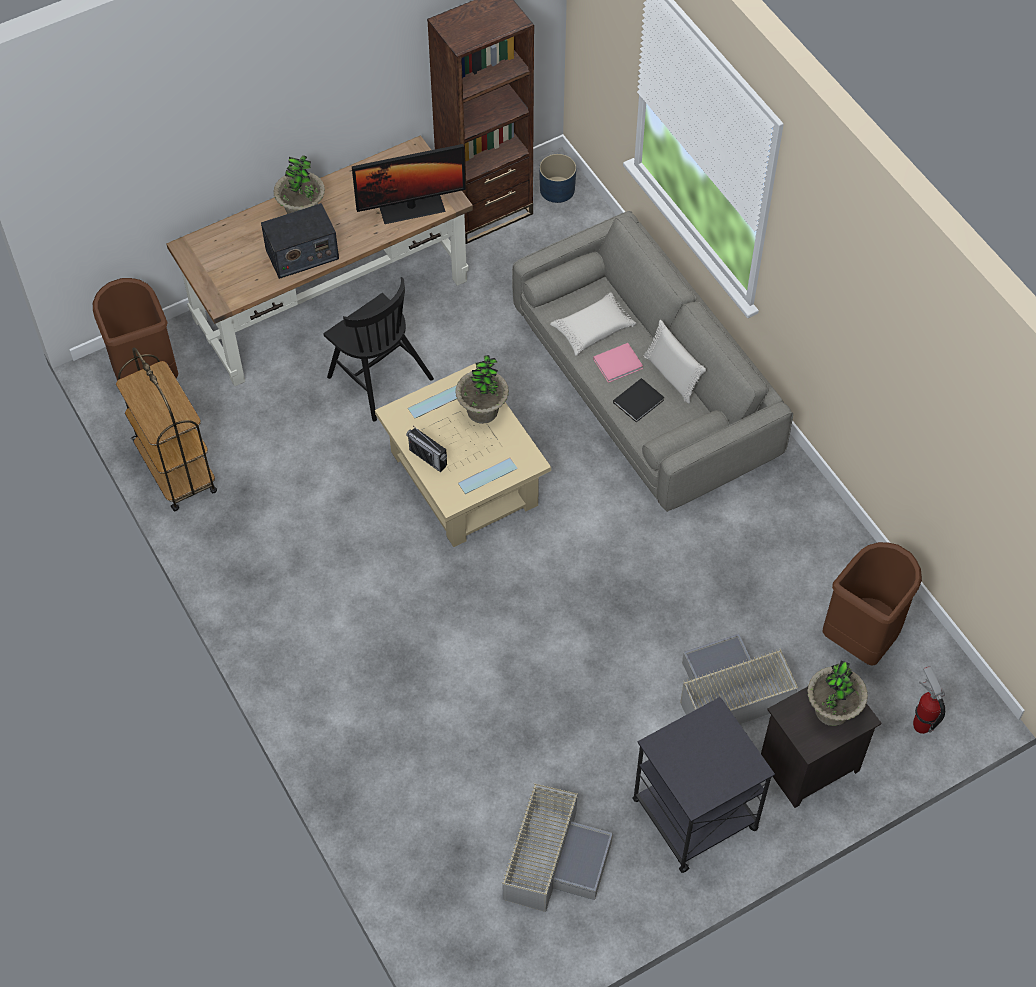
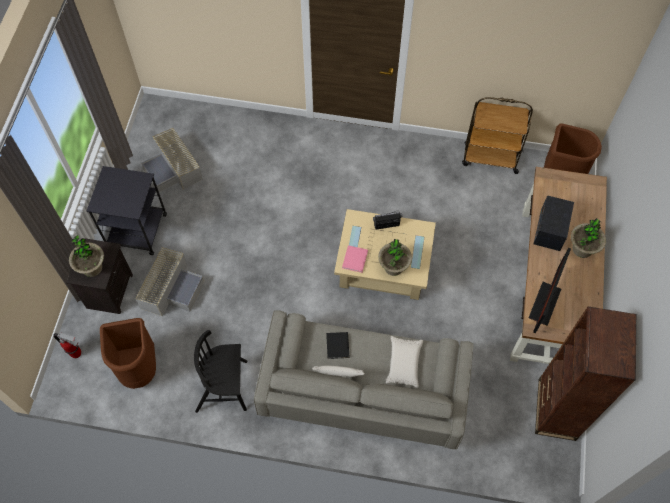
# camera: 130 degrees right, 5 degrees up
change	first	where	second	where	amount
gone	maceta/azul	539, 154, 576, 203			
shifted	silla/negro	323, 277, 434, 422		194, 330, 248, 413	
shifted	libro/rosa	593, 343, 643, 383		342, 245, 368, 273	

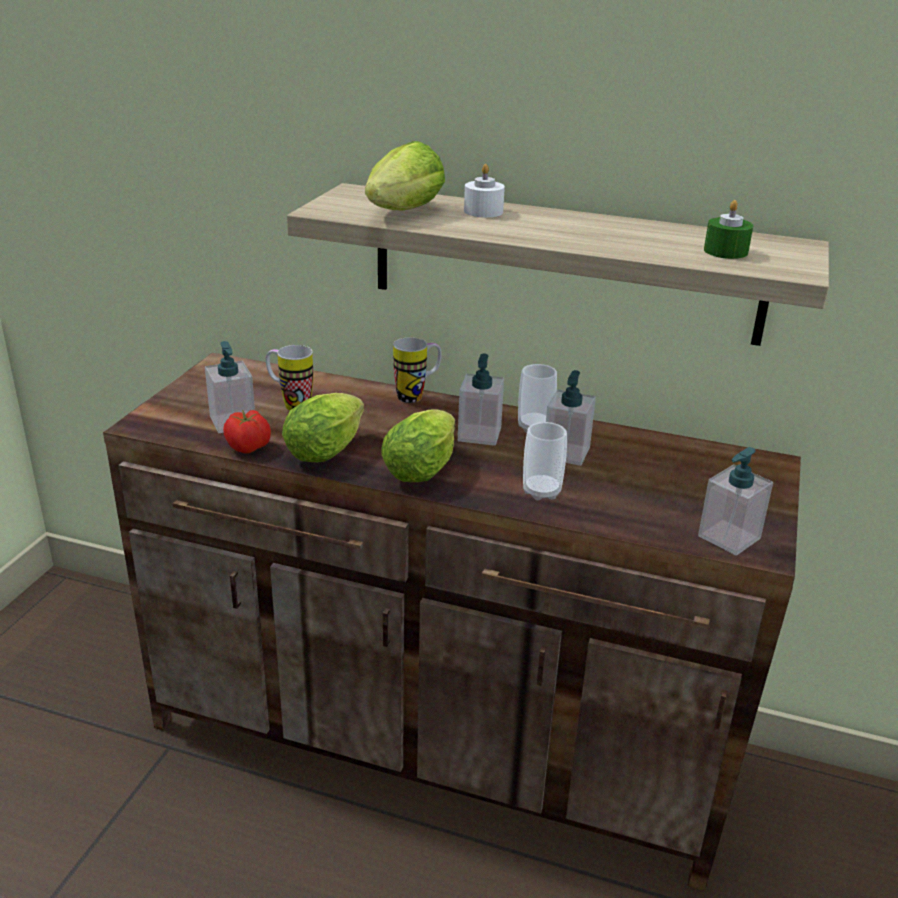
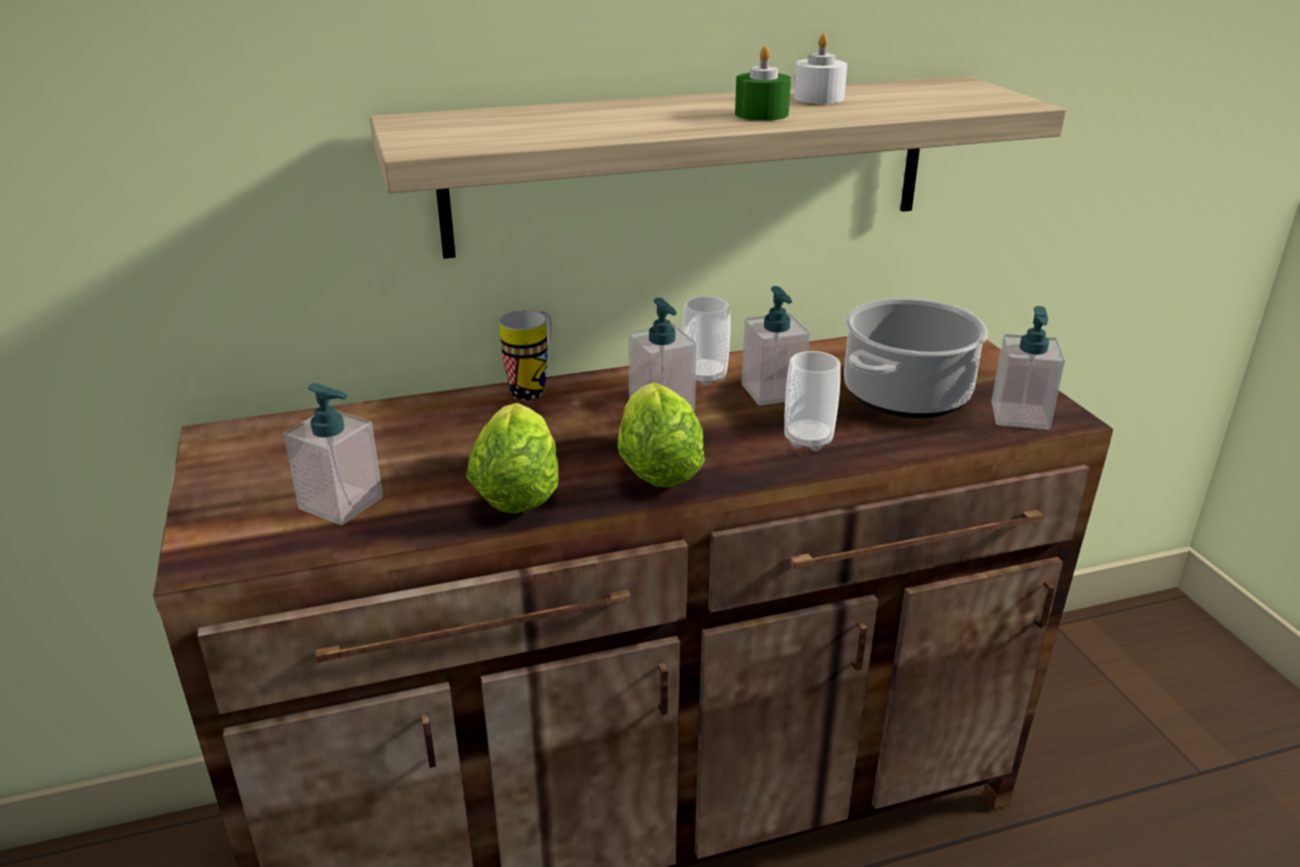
# camera: 35 degrees left, 0 degrees up
change	first	where	second	where	amount
gone	lechuga	365, 141, 445, 210			
shifted	vela/blanco	464, 164, 505, 217		793, 34, 847, 104	
shifted	vela/verde	704, 200, 753, 259		735, 46, 791, 121	
gone	taza grande	266, 345, 313, 411			
gone	tomate	223, 410, 271, 453			
new			olla	844, 298, 988, 418	

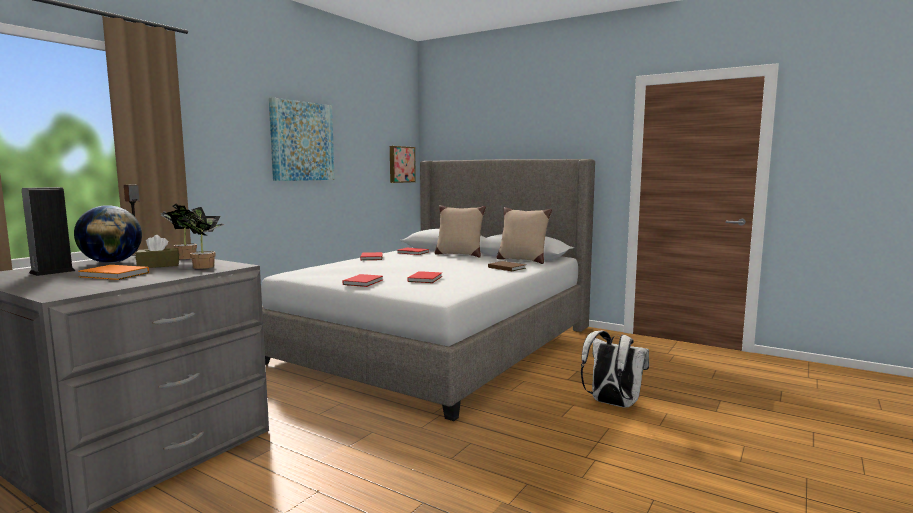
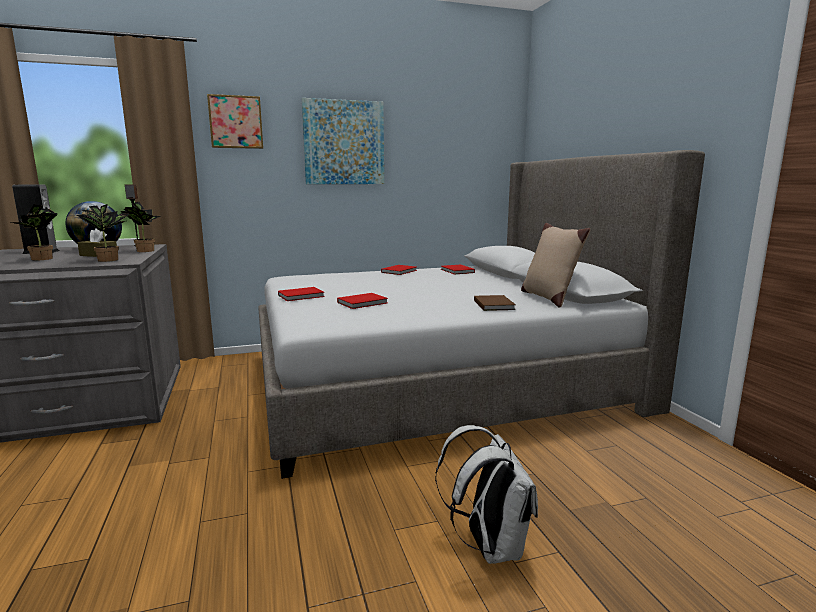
# camera: 40 degrees right, 5 degrees up
change	first	where	second	where	amount
shifted	cuadro	390, 146, 416, 183		207, 94, 263, 149	
gone	cojín/beis	434, 205, 486, 258			
swapped	libro/naranja	78, 265, 149, 280	planta en maceta	11, 204, 57, 260	

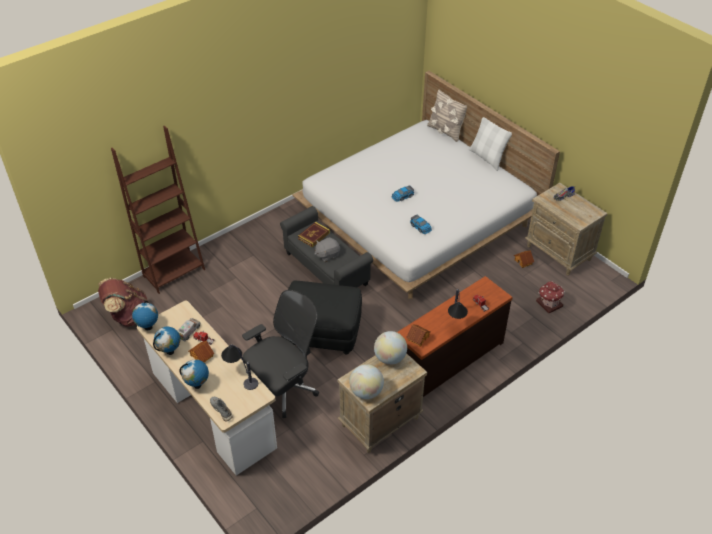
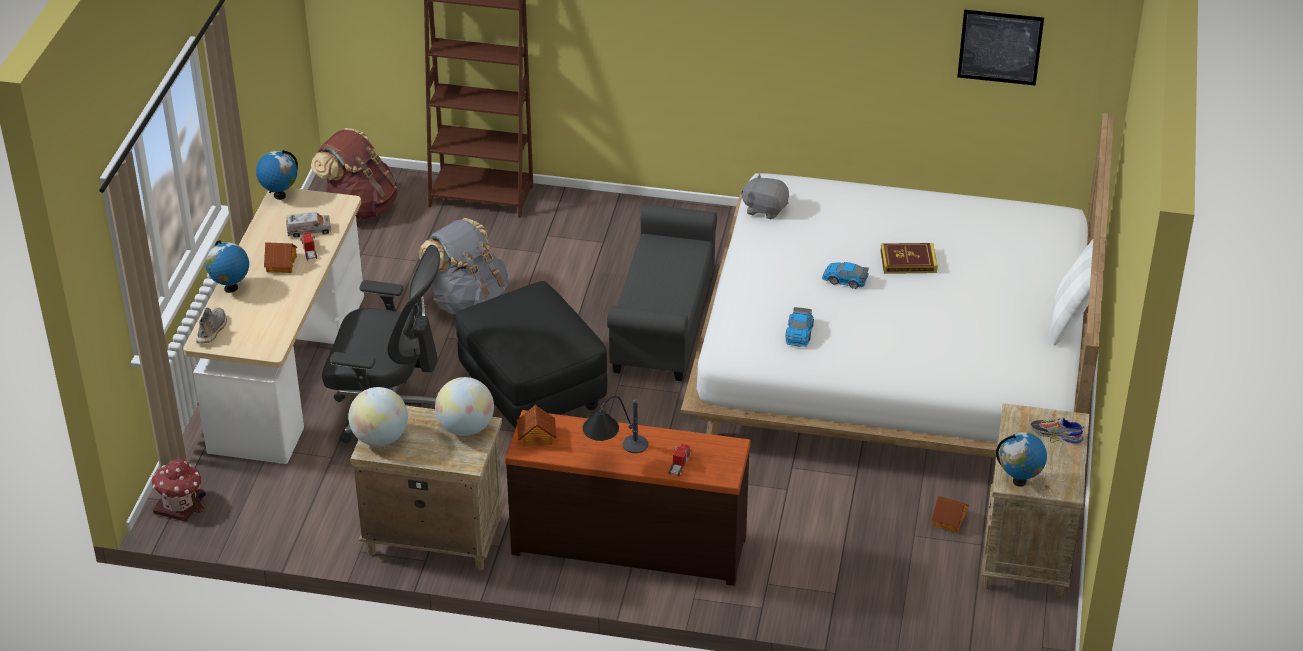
# camera: 50 degrees right, 5 degrees down
change	first	where	second	where	amount
gone	cojín/beis	427, 90, 467, 142			
shifted	libro	298, 222, 330, 247		880, 243, 937, 274	
shifted	peluche/gris	314, 237, 340, 262		740, 174, 789, 219	
shifted	casita	536, 282, 565, 313		151, 458, 206, 522	
shifted	globo terráqueo	153, 327, 180, 355		996, 432, 1047, 487	
gone	lámpara de mesa	221, 344, 258, 390			
new			cuadro	957, 10, 1044, 86	
new			mochila/gris	418, 218, 508, 315	

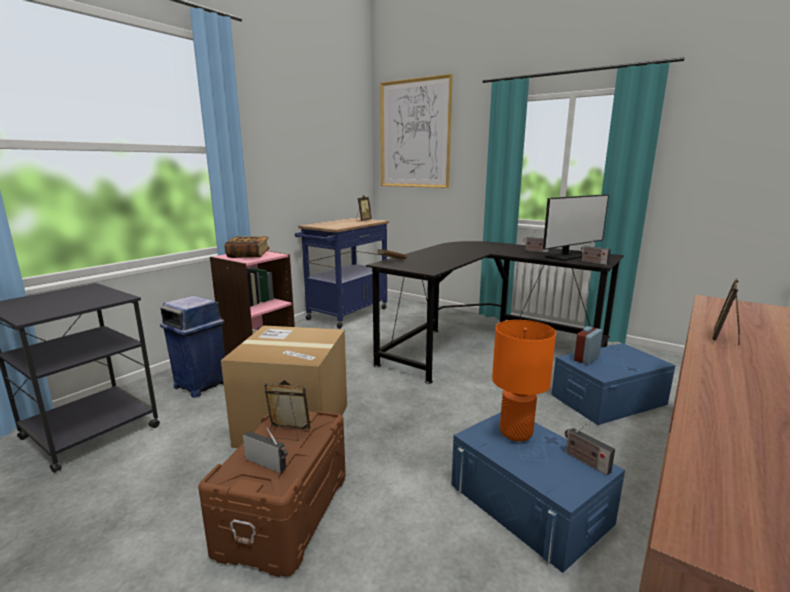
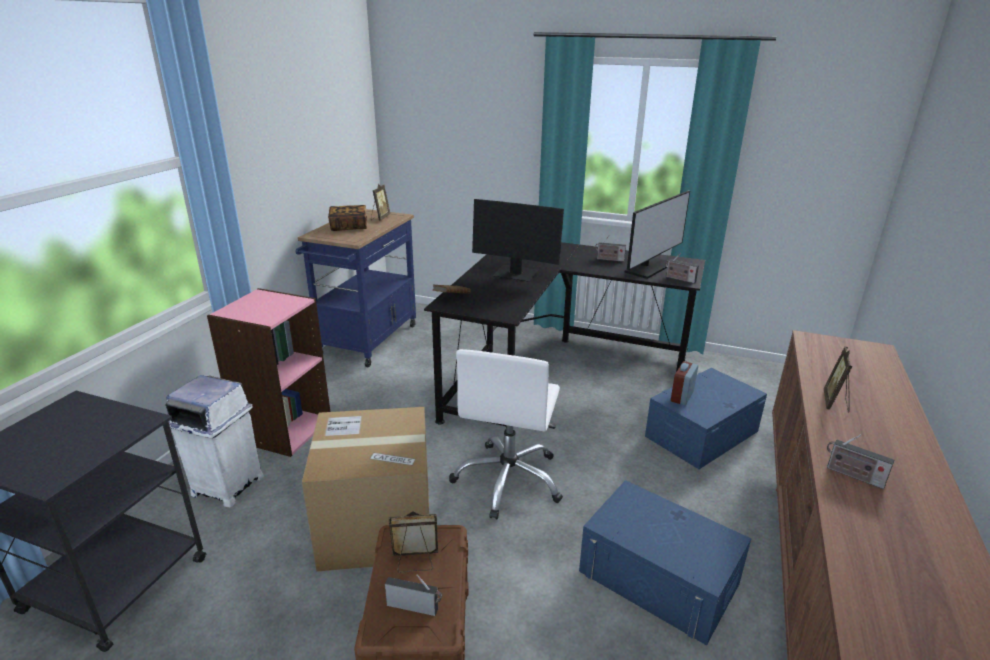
# camera: 15 degrees left, 10 degrees up
change	first	where	second	where	amount
gone	cuadro	380, 74, 453, 188			
shifted	libro	225, 236, 270, 258		328, 205, 367, 231	
repainted	papelera/azul	160, 296, 225, 398	papelera/blanco	165, 375, 264, 507	
gone	lámpara de mesa/naranja	492, 320, 556, 441			
shifted	radio	565, 423, 615, 475		827, 434, 894, 489	
new			monitor	472, 199, 564, 282	
new			silla de oficina/blanco	449, 349, 563, 519	

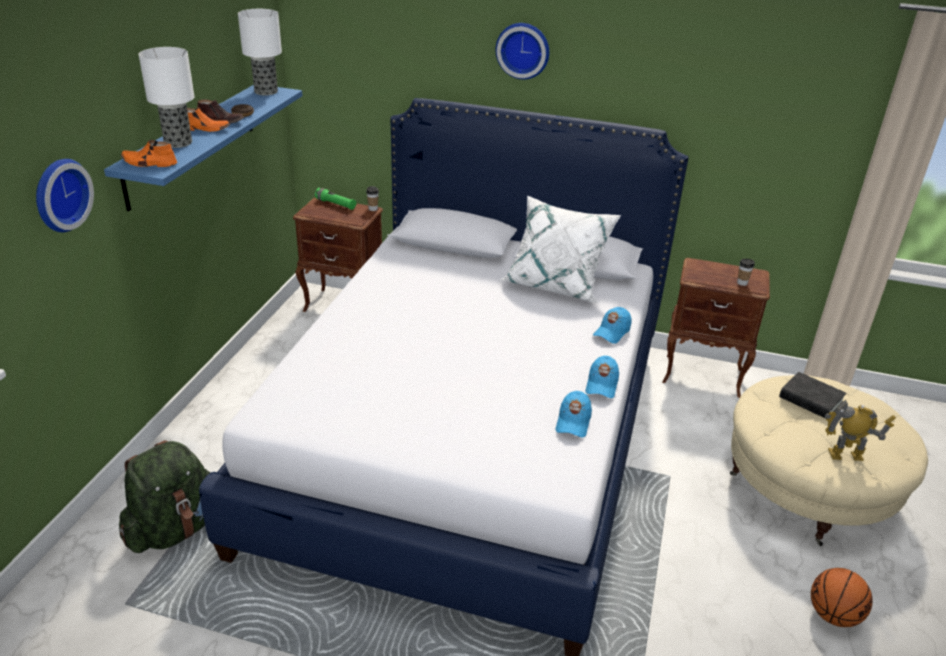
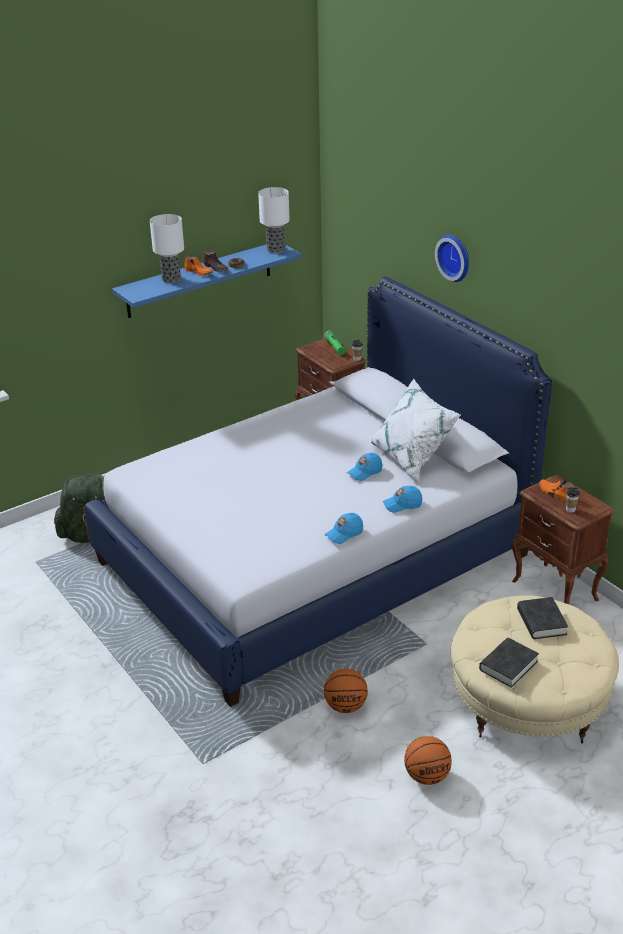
# camera: 40 degrees right, 0 degrees up
change	first	where	second	where	amount
shifted	zapato/naranja	121, 140, 177, 167		539, 479, 575, 501	
gone	reloj de pared	36, 159, 94, 232			
shifted	gorra/azul	555, 391, 592, 438		347, 453, 383, 481	
swapped	robot de juguete	824, 400, 896, 461	libro/negro	479, 638, 539, 688	
new			balón de baloncesto	324, 669, 368, 713	

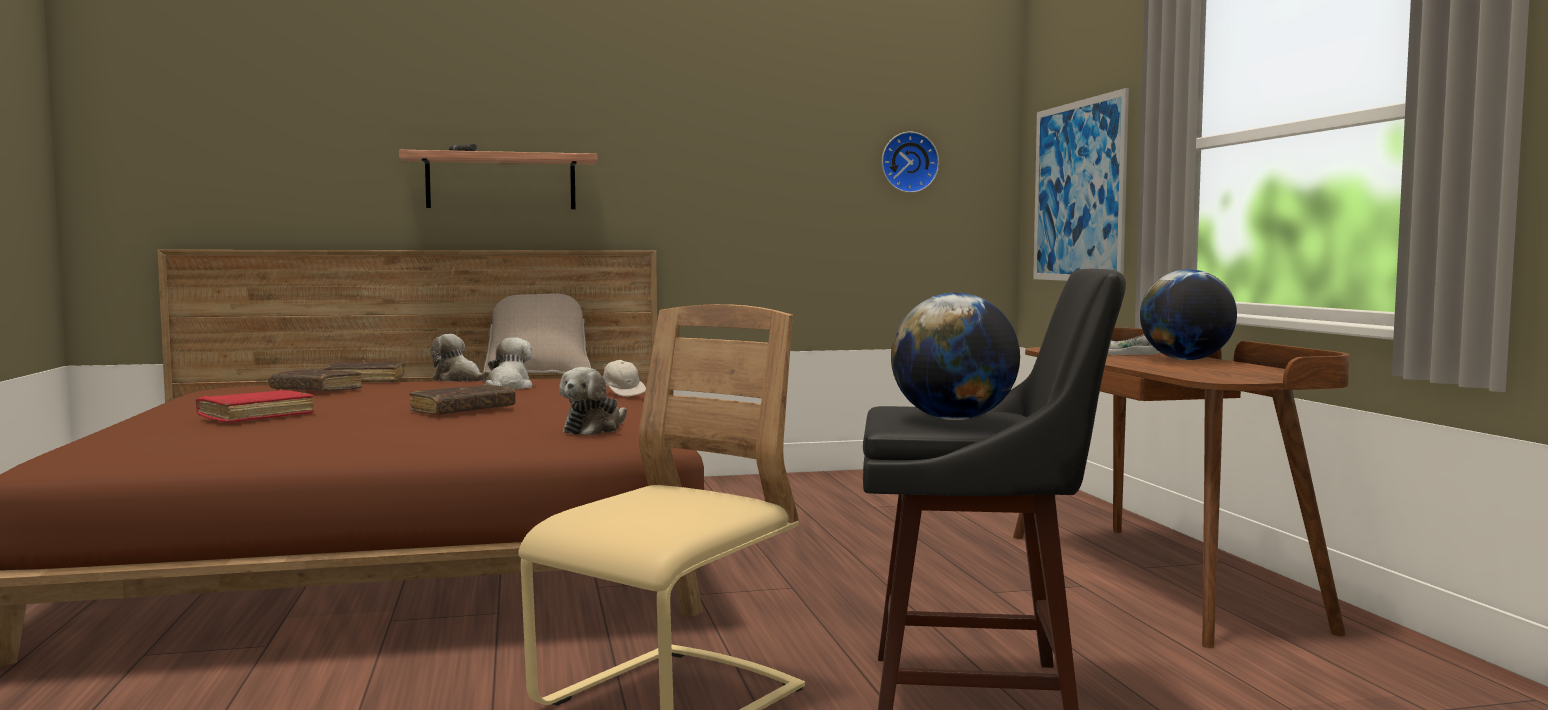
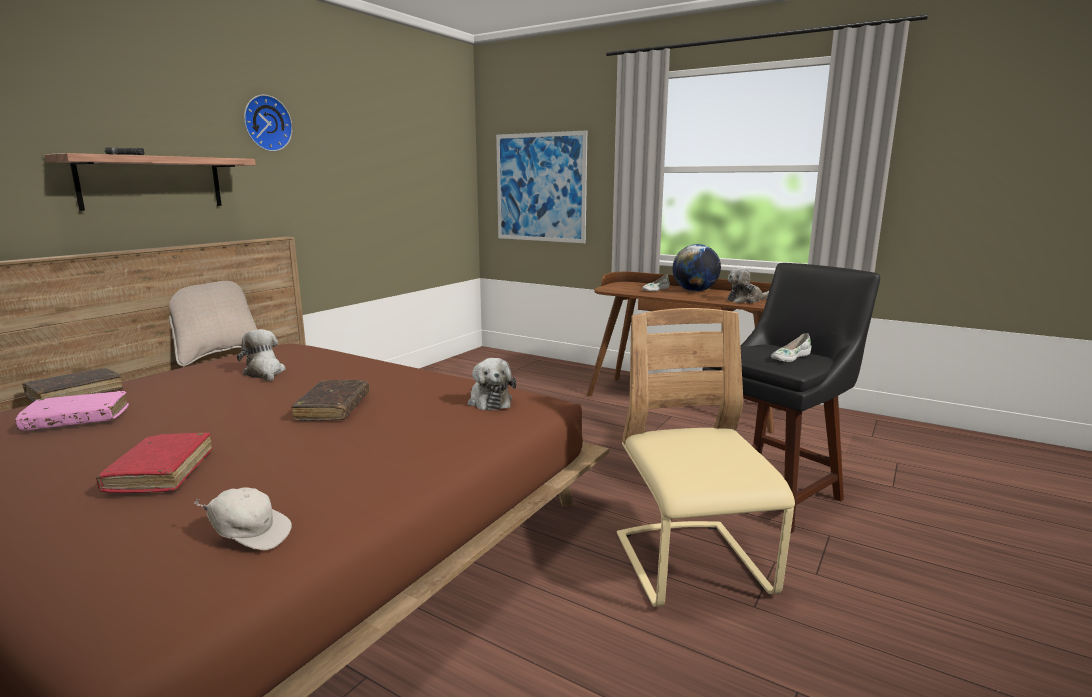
# camera: 45 degrees left, 10 degrees up
change	first	where	second	where	amount
shifted	reloj de pared	882, 132, 939, 193		244, 95, 293, 151	
swapped	globo terráqueo	891, 293, 1020, 420	zapato/blanco	771, 333, 811, 362	
shifted	peluche	430, 334, 491, 382		727, 267, 769, 303	
shifted	gorra/blanco	603, 360, 646, 396		194, 488, 292, 550	
repainted	libro/marrón	268, 369, 362, 392	libro/rosa	15, 391, 129, 431	

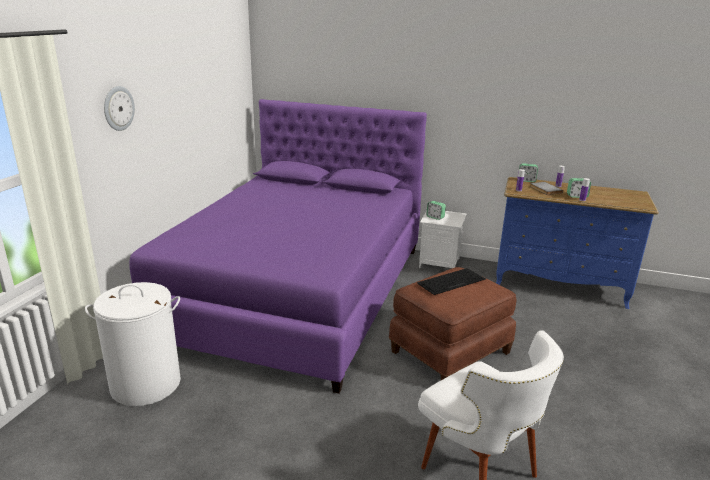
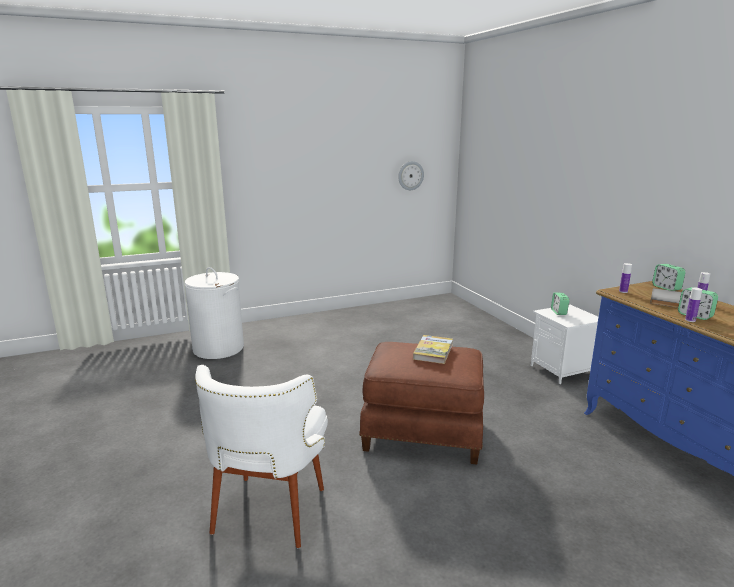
# camera: 50 degrees right, 5 degrees down
change	first	where	second	where	amount
shifted	reloj de pared	104, 86, 135, 131		398, 161, 424, 190	
gone	cama/morado	129, 99, 427, 393			
swapped	teclado	417, 268, 486, 295	libro	413, 335, 453, 364	

